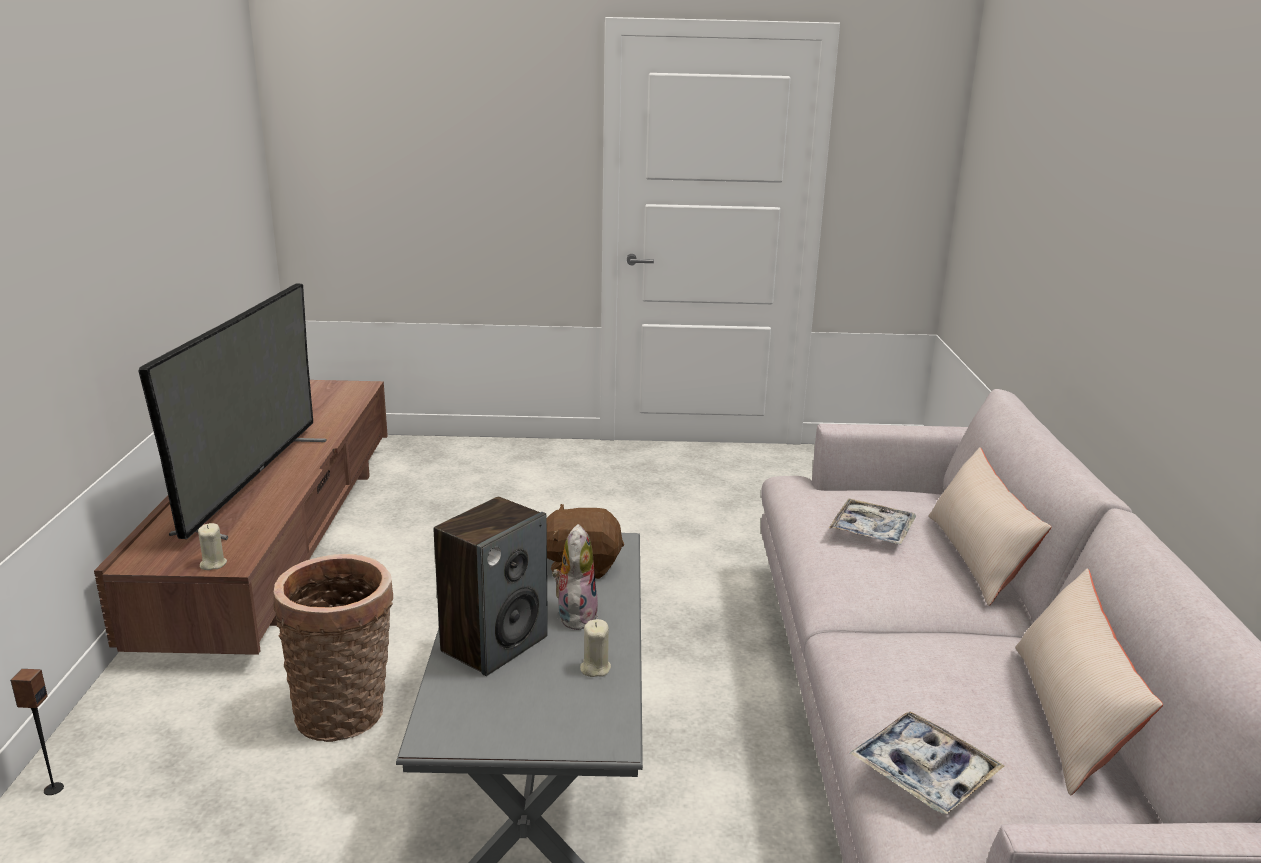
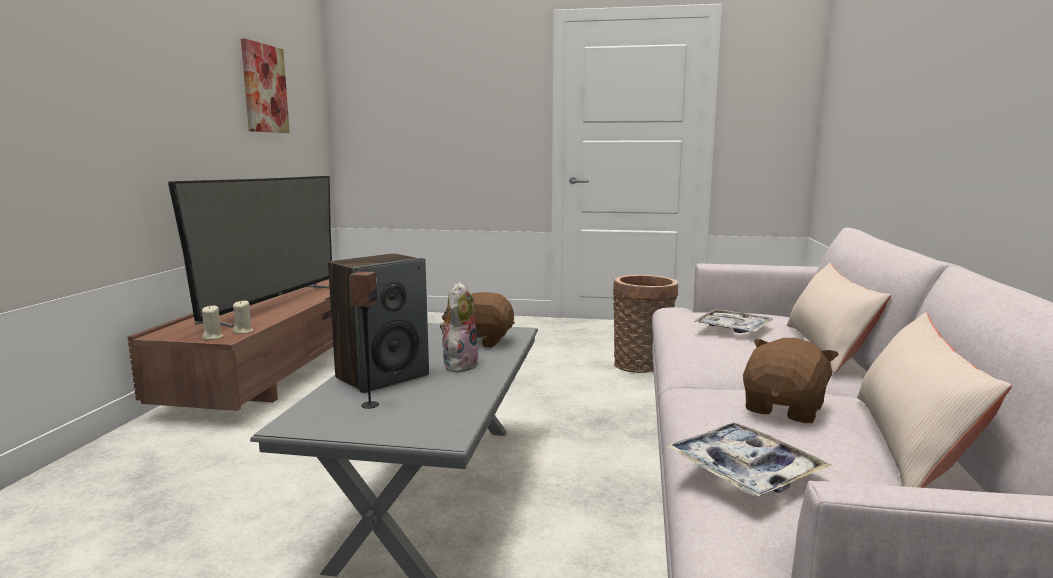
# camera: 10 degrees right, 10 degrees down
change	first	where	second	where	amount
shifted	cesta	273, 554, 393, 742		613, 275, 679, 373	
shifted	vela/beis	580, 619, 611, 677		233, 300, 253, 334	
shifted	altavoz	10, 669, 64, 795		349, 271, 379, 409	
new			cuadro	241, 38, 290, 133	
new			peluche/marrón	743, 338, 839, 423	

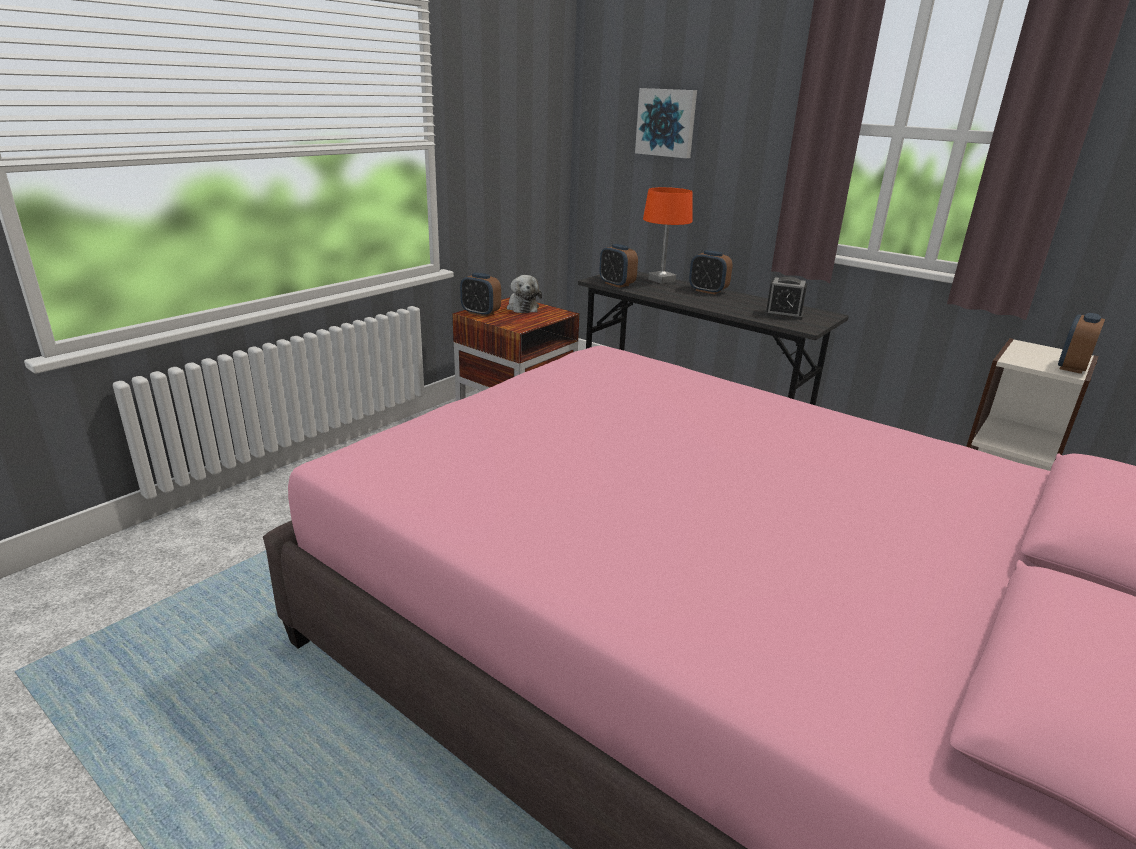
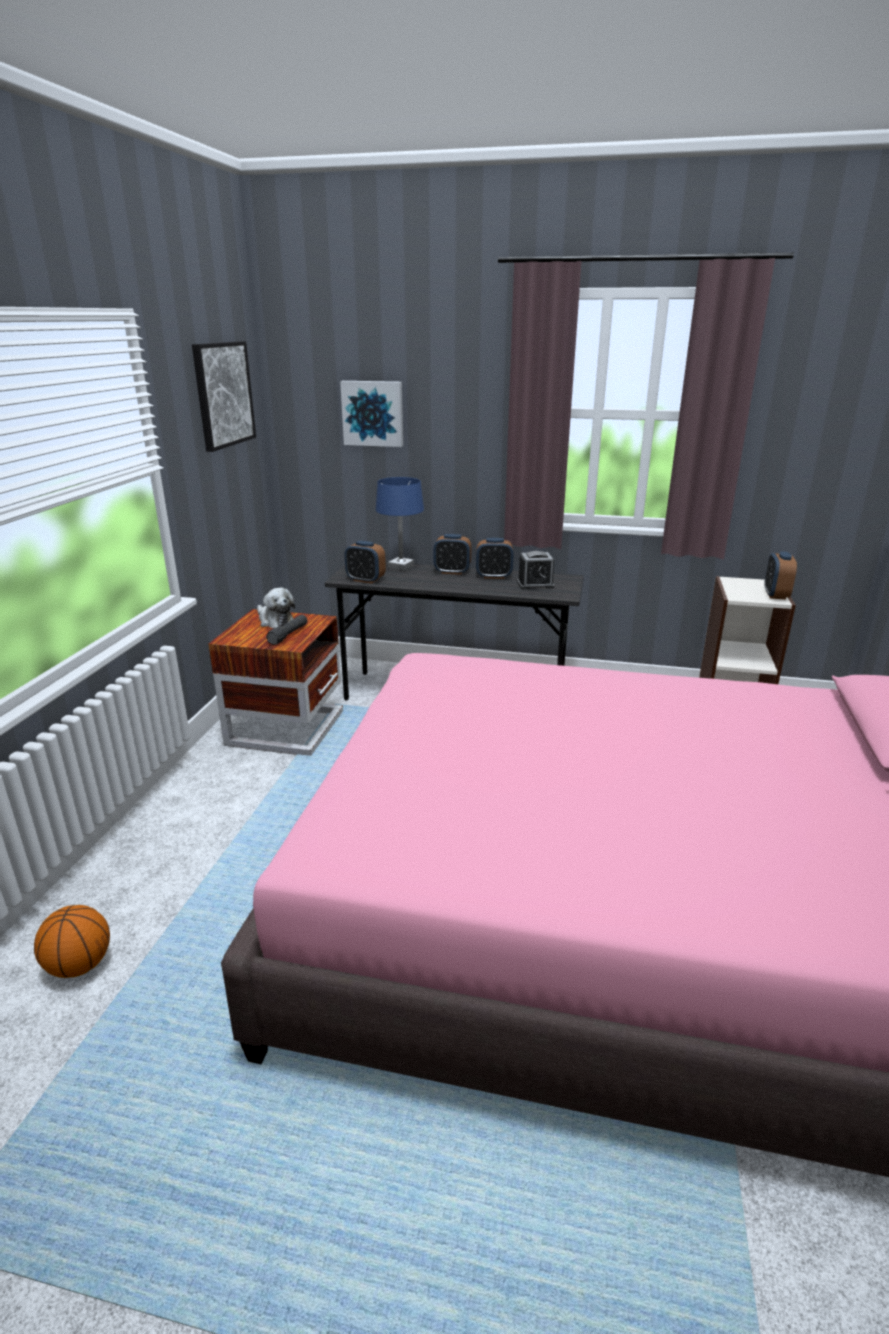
# camera: 25 degrees left, 0 degrees up
change	first	where	second	where	amount
repainted	lámpara de mesa/naranja	643, 187, 692, 284	lámpara de mesa/azul	376, 477, 424, 571	
shifted	despertador	460, 273, 501, 317		476, 538, 514, 579	
new			cuadro	192, 341, 256, 452	
new			linterna/negro	266, 615, 307, 645	
new			balón de baloncesto	34, 905, 110, 978	

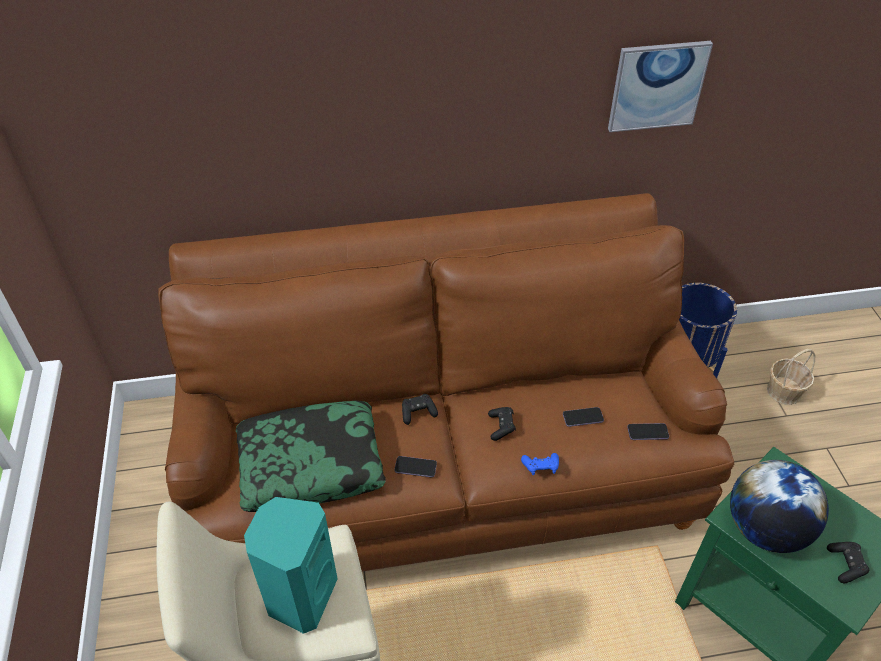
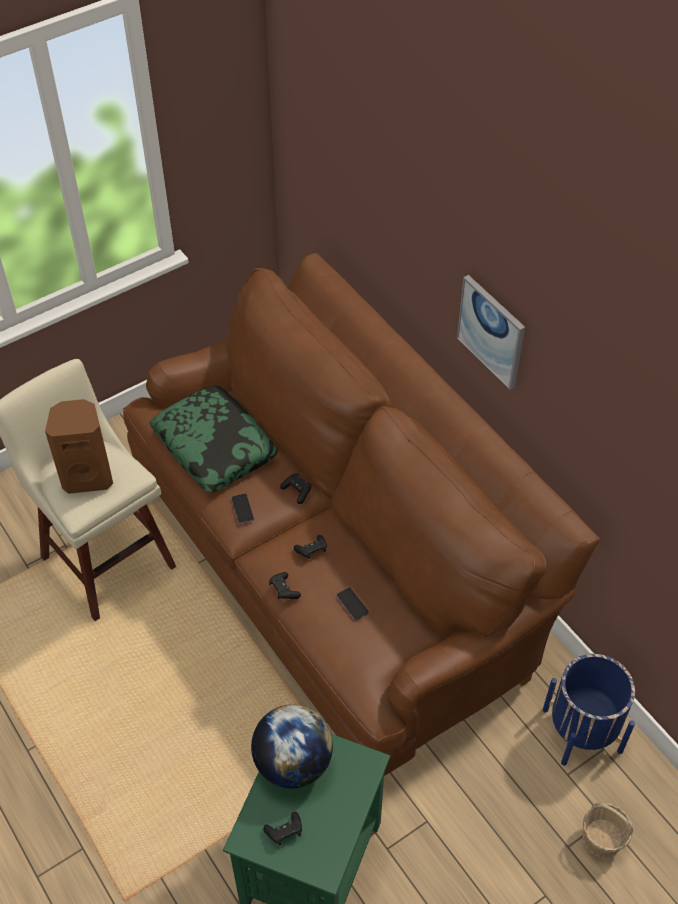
# camera: 65 degrees right, 5 degrees up
change	first	where	second	where	amount
shifted	cuadro	608, 41, 713, 132		457, 275, 525, 390	
gone	móvil	627, 423, 669, 440			
repainted	mando de consola/azul	521, 453, 559, 475	mando de consola/negro	269, 572, 301, 599	
repainted	altavoz/turquesa	244, 497, 338, 634	altavoz/marrón	45, 399, 113, 494	

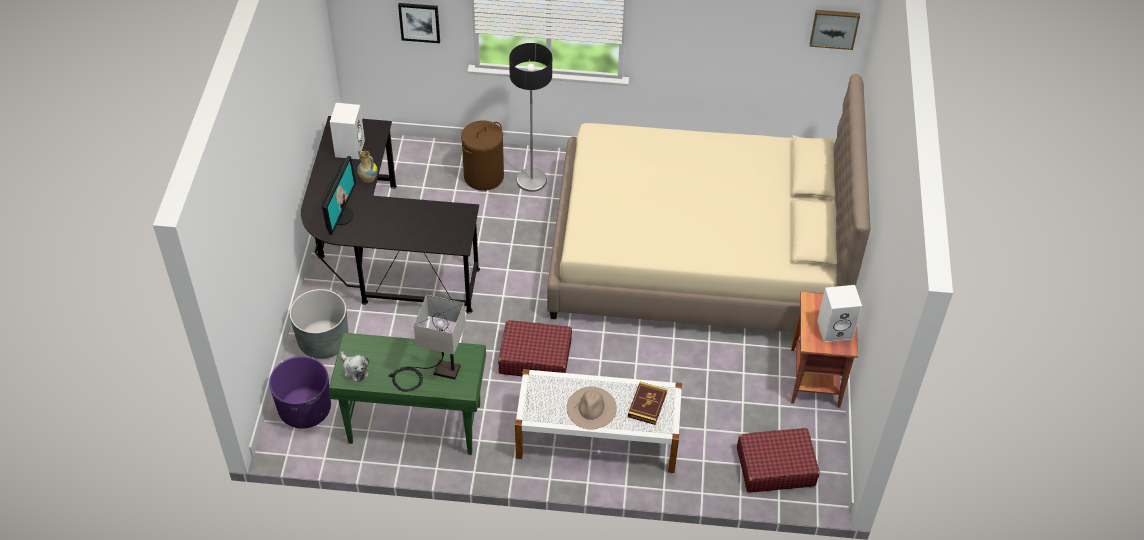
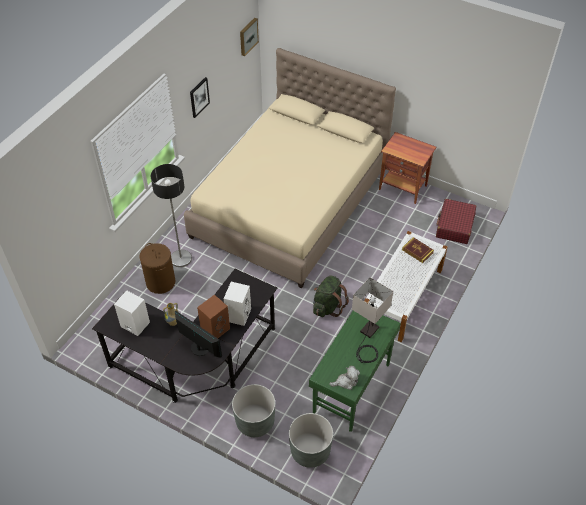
# camera: 65 degrees left, 0 degrees up
change	first	where	second	where	amount
shifted	cuadro	398, 3, 440, 43		190, 77, 210, 118	
shifted	altavoz/blanco	817, 285, 862, 342		224, 282, 251, 326	
swapped	maleta/rojo	498, 320, 572, 376	mochila/verde	313, 275, 349, 317	
repainted	maceta/morado	269, 356, 331, 429	maceta/gris	289, 413, 333, 468	
gone	sombrero/beis	566, 387, 617, 430			
new			altavoz/marrón	197, 295, 230, 338	

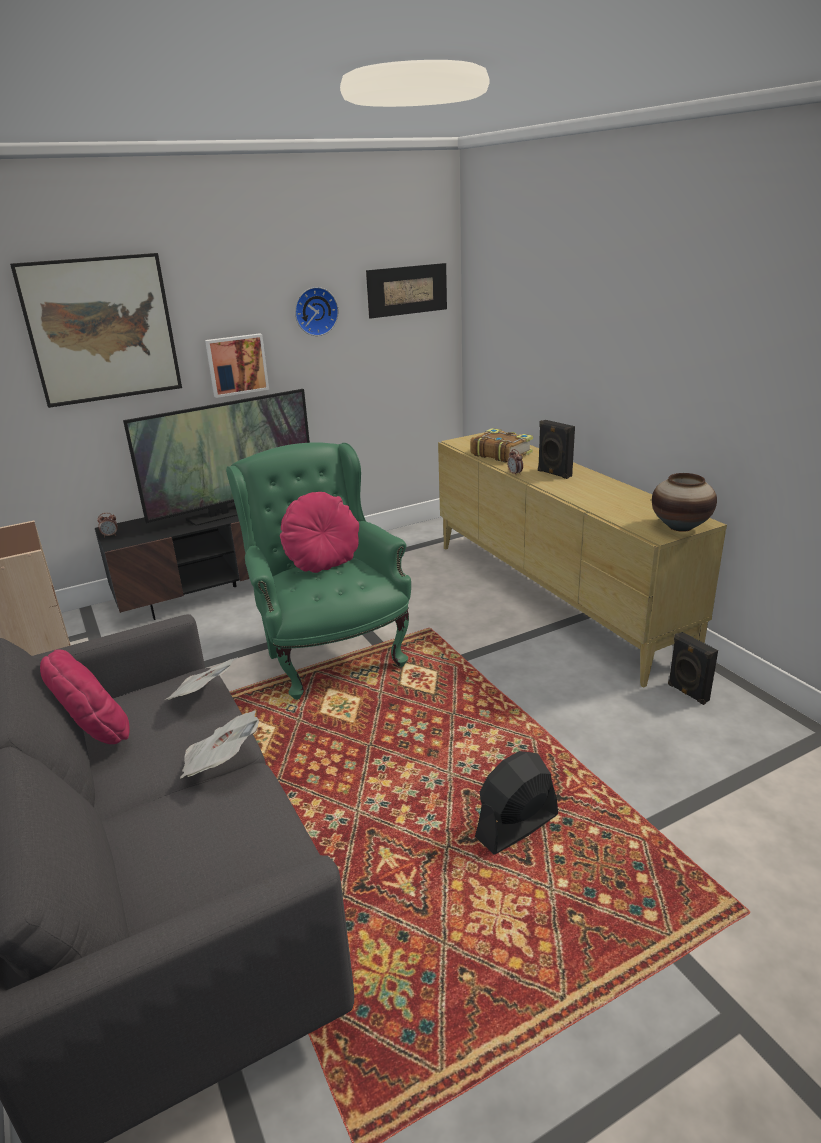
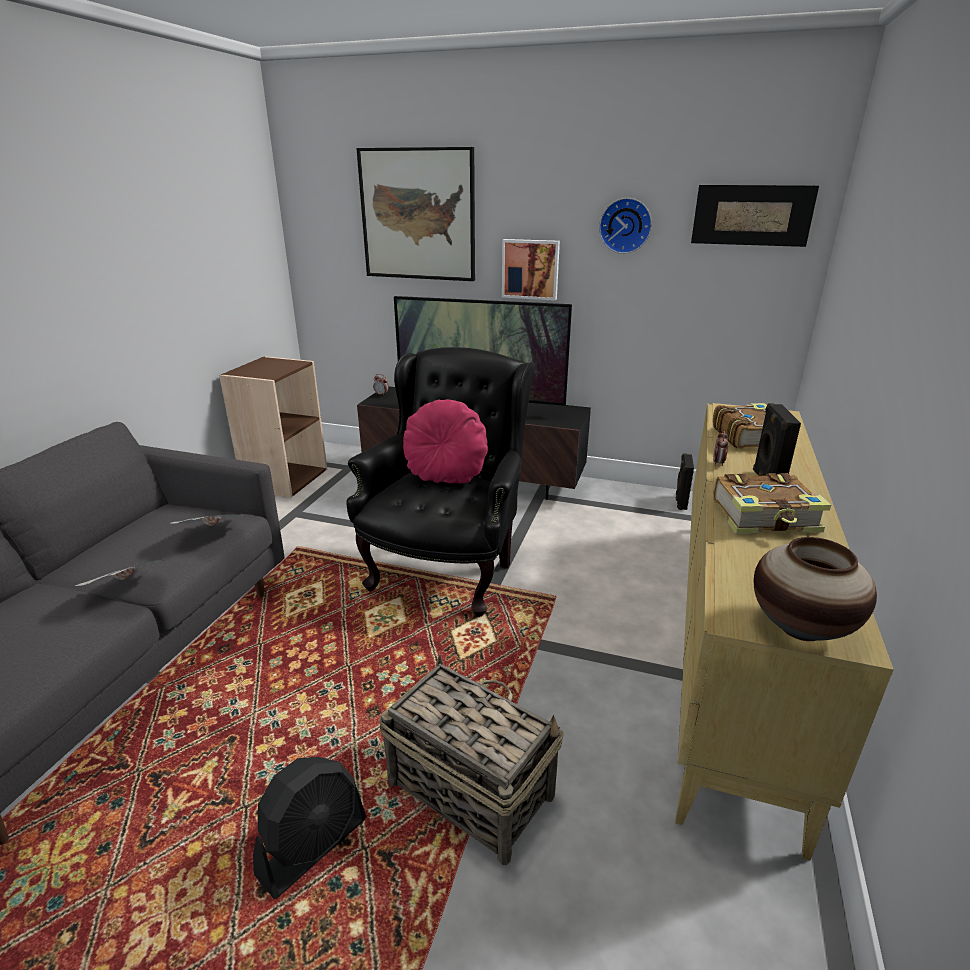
# camera: 45 degrees right, 0 degrees up
change	first	where	second	where	amount
repainted	sillón/verde	226, 442, 411, 700	sillón/negro	346, 347, 533, 617	
shifted	altavoz/negro	668, 632, 718, 705		676, 453, 694, 510	
gone	cojín/rosa	40, 649, 130, 744			
rotated	ventilador/negro	475, 751, 558, 855		253, 757, 367, 899	120 degrees clockwise
new			libro	713, 473, 831, 534	
new			cesta	379, 654, 563, 865	

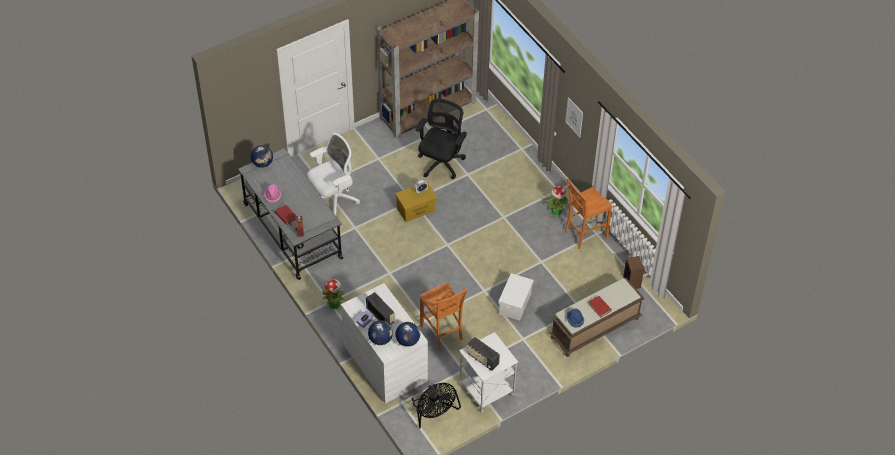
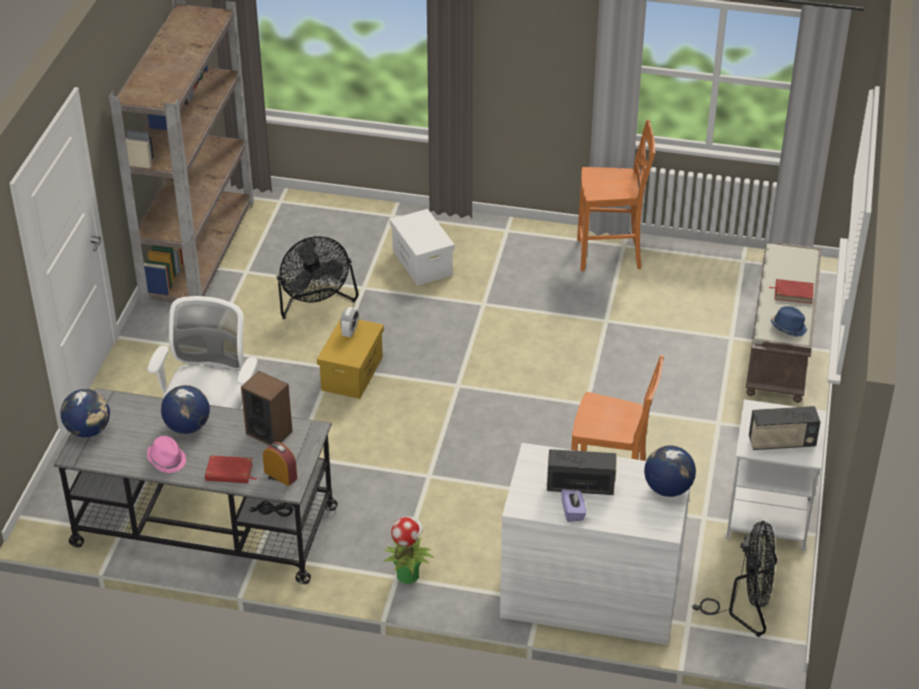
# camera: 45 degrees left, 10 degrees down
change	first	where	second	where	amount
gone	cuadro	565, 97, 583, 138			
swapped	silla de oficina/negro	415, 99, 467, 179	ventilador/negro	277, 236, 358, 319	
rotated	silla/naranja	565, 178, 612, 249		577, 120, 656, 271	105 degrees counterclockwise
gone	planta en maceta	546, 185, 569, 216			
shifted	altavoz	623, 256, 644, 289		241, 371, 292, 446	
shifted	caja de almacenaje/blanco	498, 273, 534, 321		390, 209, 455, 286	
shifted	globo terráqueo	368, 320, 393, 345		161, 385, 210, 434	

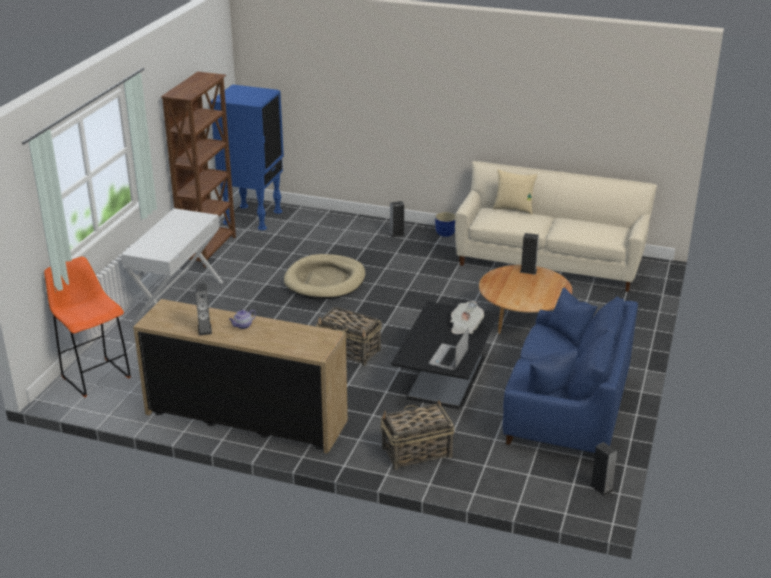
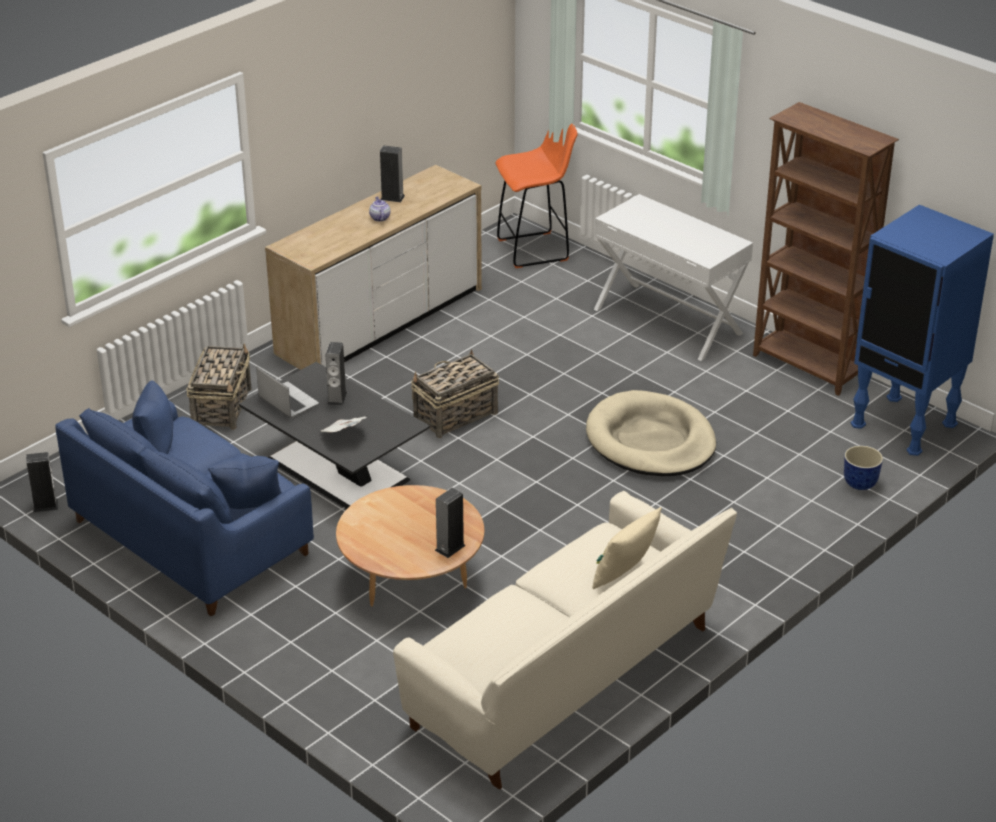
# camera: 115 degrees right, 5 degrees up
change	first	where	second	where	amount
shifted	altavoz	389, 201, 405, 238		326, 342, 347, 406	
shifted	maceta	435, 212, 455, 237		844, 446, 883, 490	

